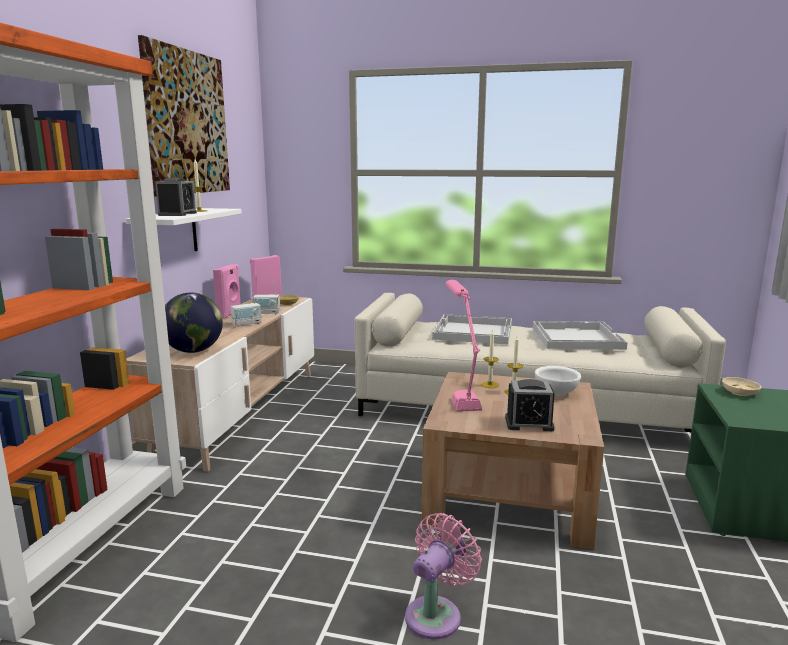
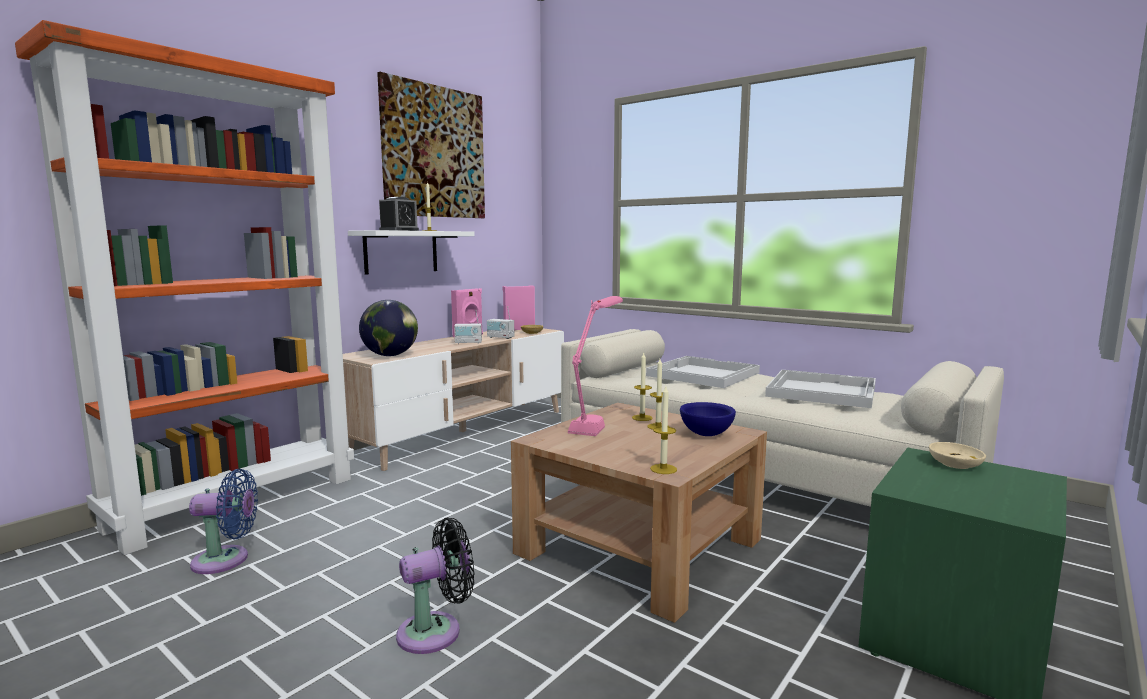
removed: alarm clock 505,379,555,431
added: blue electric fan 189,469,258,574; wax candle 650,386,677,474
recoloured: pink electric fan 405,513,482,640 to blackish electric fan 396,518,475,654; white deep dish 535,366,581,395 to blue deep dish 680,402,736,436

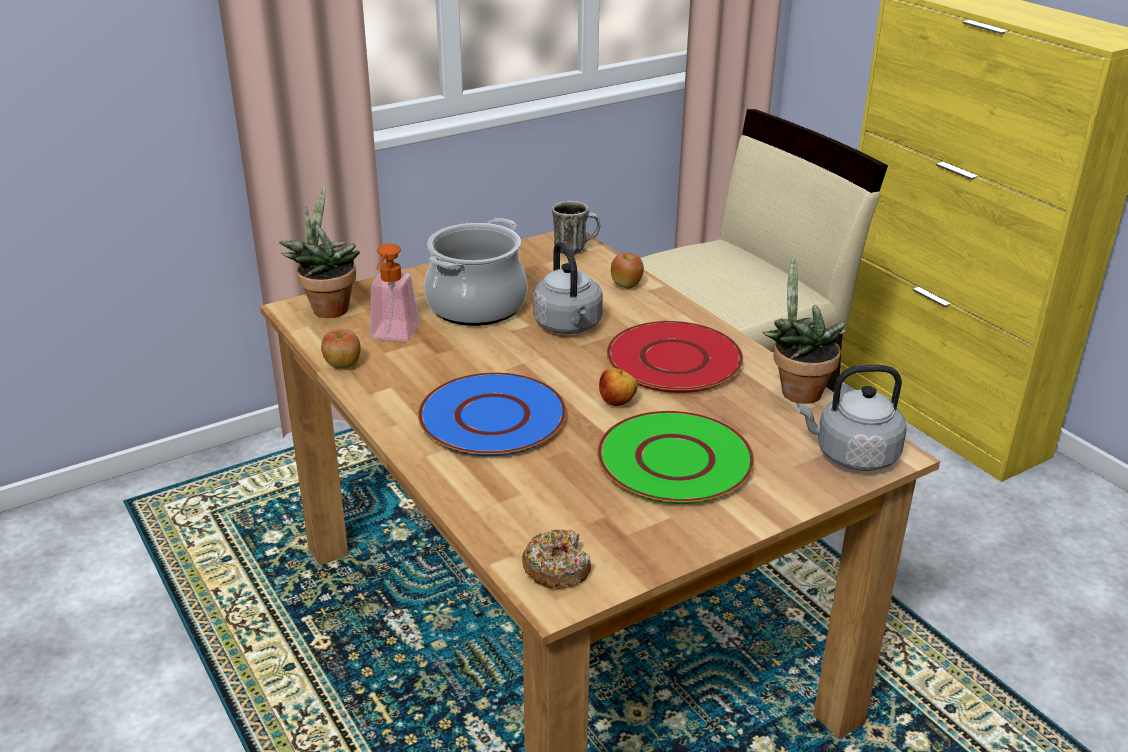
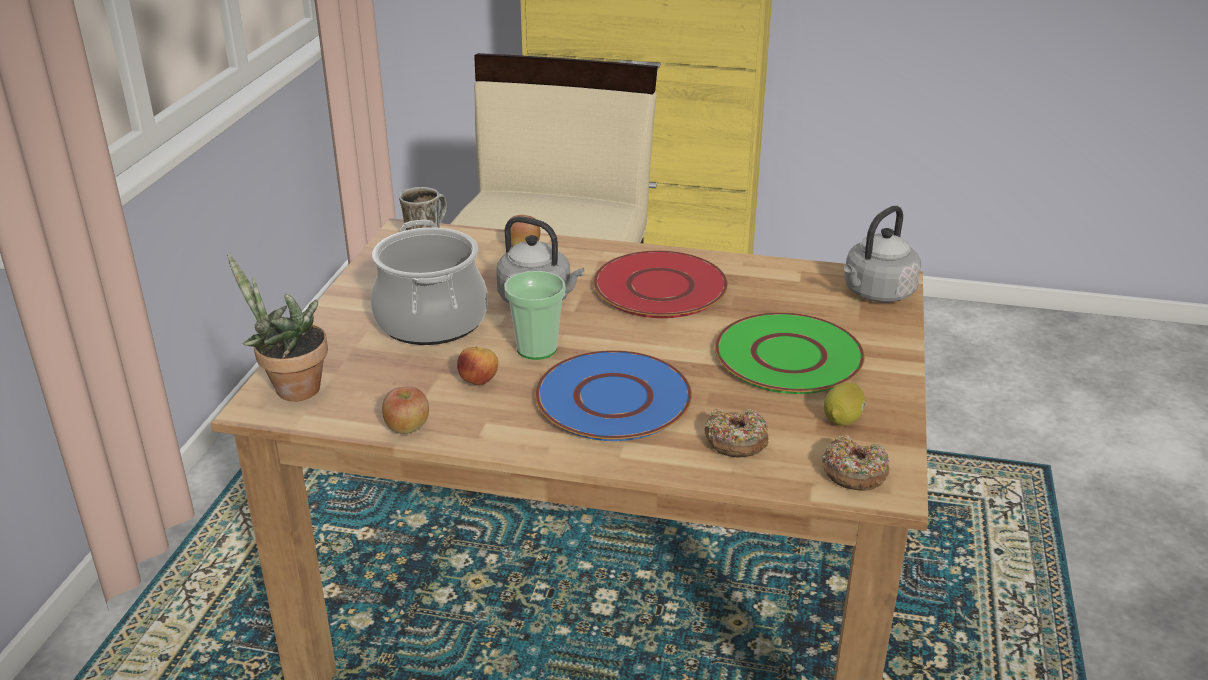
removed: liquid soap bottle 371,243,419,342; plant in a pot 762,255,846,404
added: cup 504,271,565,360; ring doughnut 705,408,769,457; citrus fruit 824,382,866,426
moved: apple 599,368,638,406 to 457,346,498,386

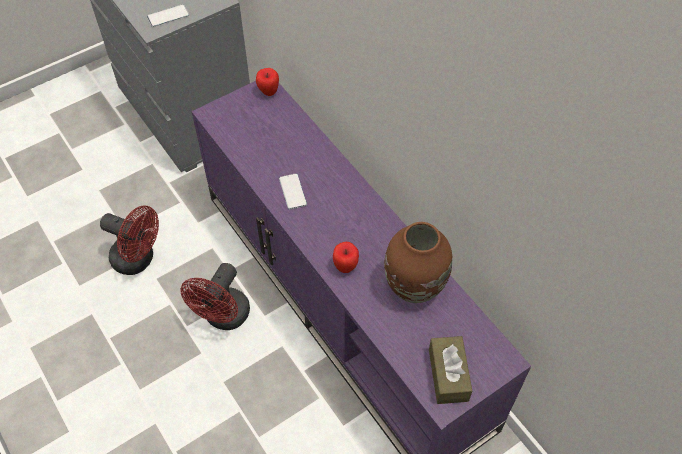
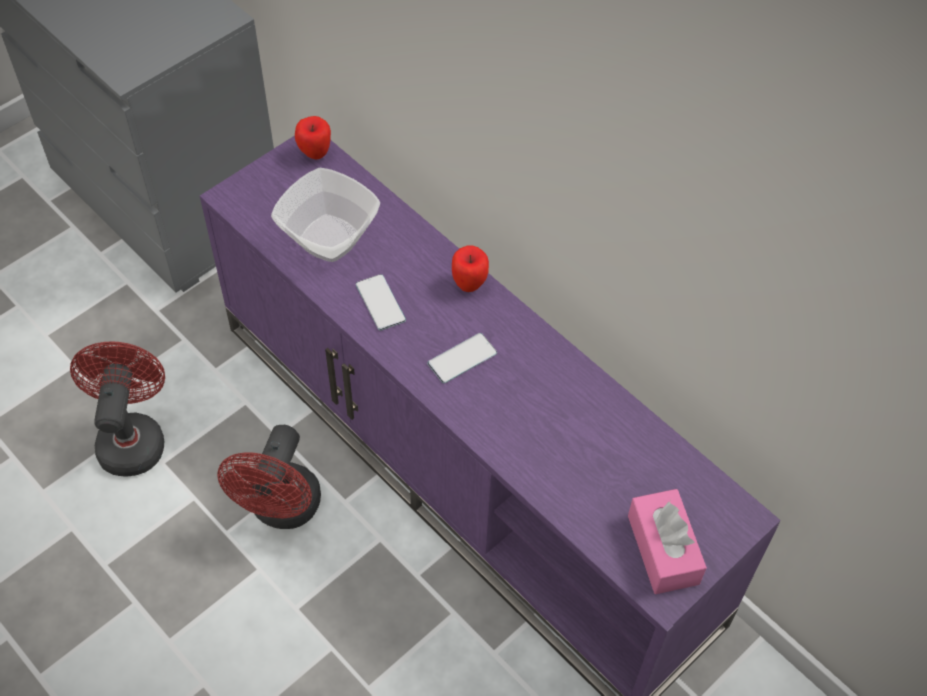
removed: brownish flower vase 384,222,452,303
added: deep dish 271,168,380,262
moved: phone 147,4,189,27 to 427,333,497,383; apple 333,242,359,273 to 452,245,489,292
recoloured: brownish box of tissues 429,336,472,404 to pink box of tissues 628,489,707,594
turned: red-coloured electric fan 100,206,159,275 = 70,341,165,477 105 degrees counterclockwise

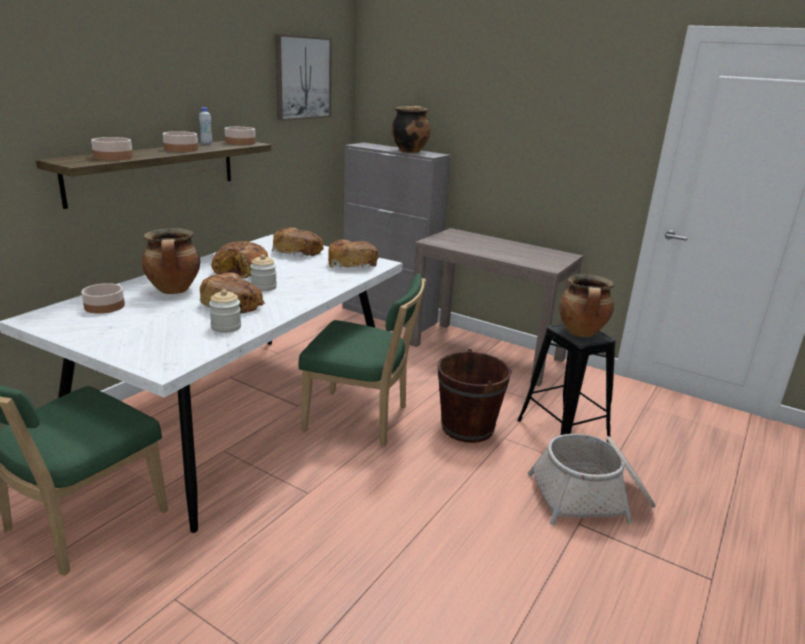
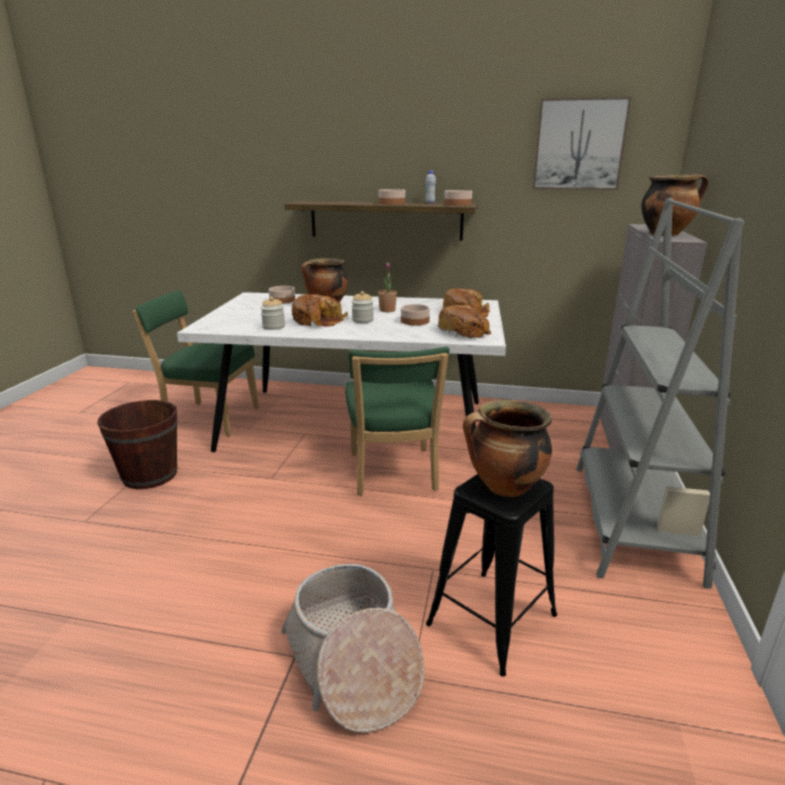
moved: brownish bucket 437,349,512,443 to 97,400,177,489; deep dish 91,137,133,160 to 401,304,430,325
replaced: bakery bread 211,241,268,279 to plant in a pot 378,263,397,312; brownish narrow table 410,228,583,386 to gray bookcase 576,198,744,589

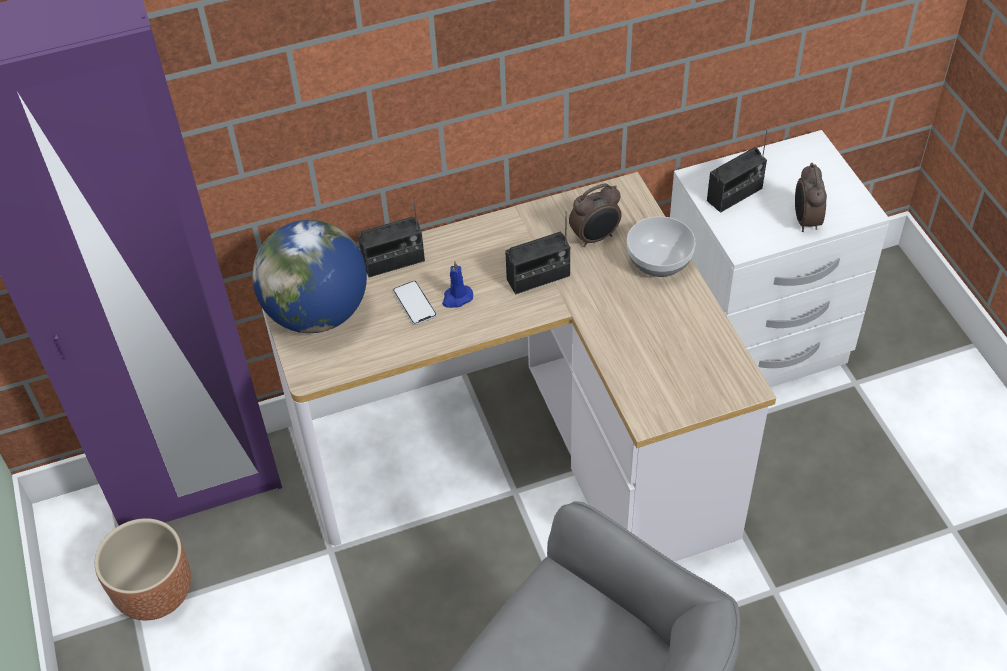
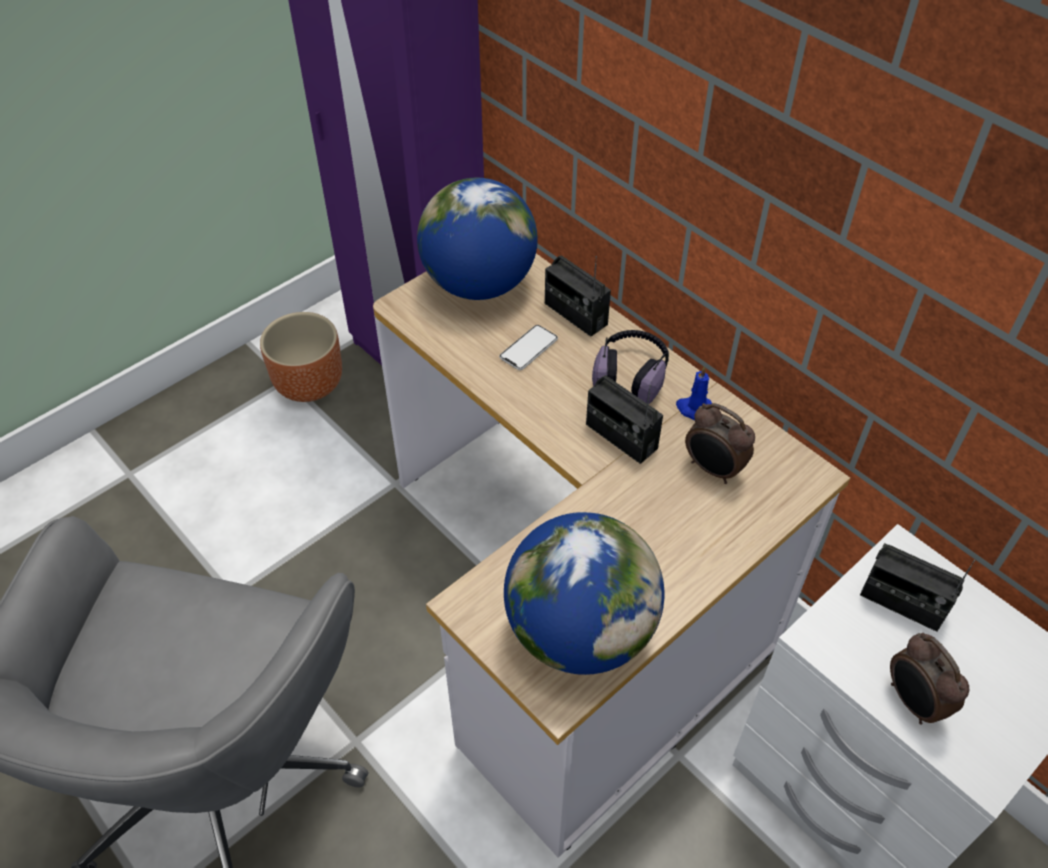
removed: deep dish 627,216,696,277
added: globe 504,512,664,675; headset 592,330,669,405
moved: blue wax candle 442,261,473,308 to 676,366,712,421
turned: alarm clock 795,163,827,232 = 890,633,969,725 90 degrees counterclockwise

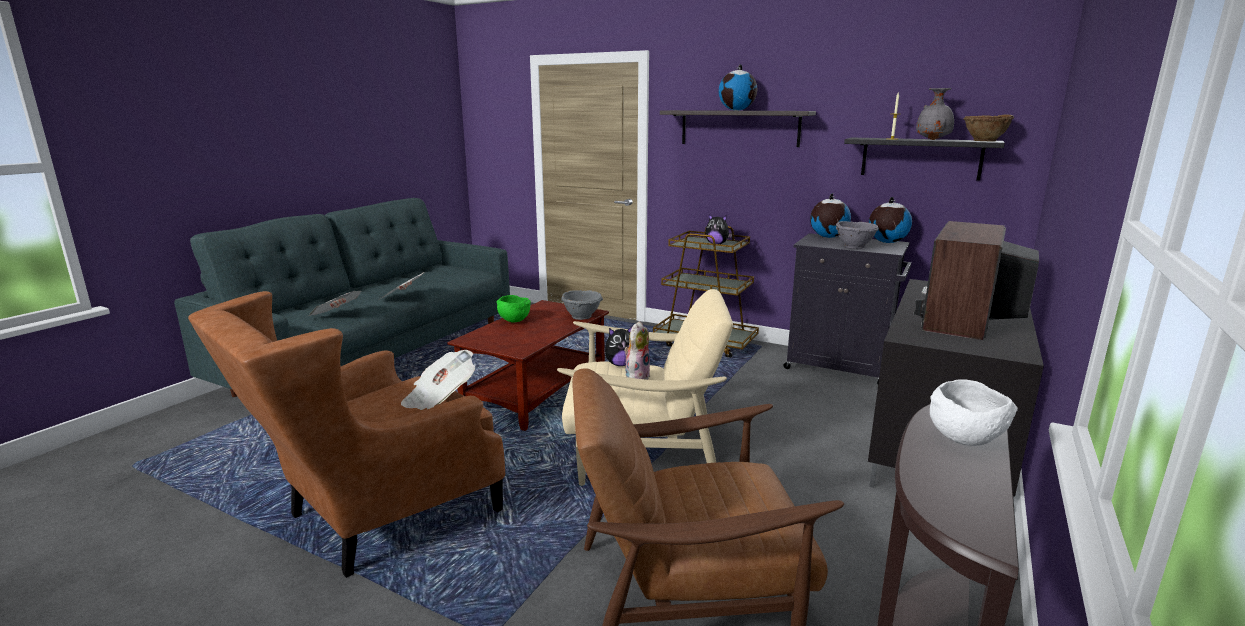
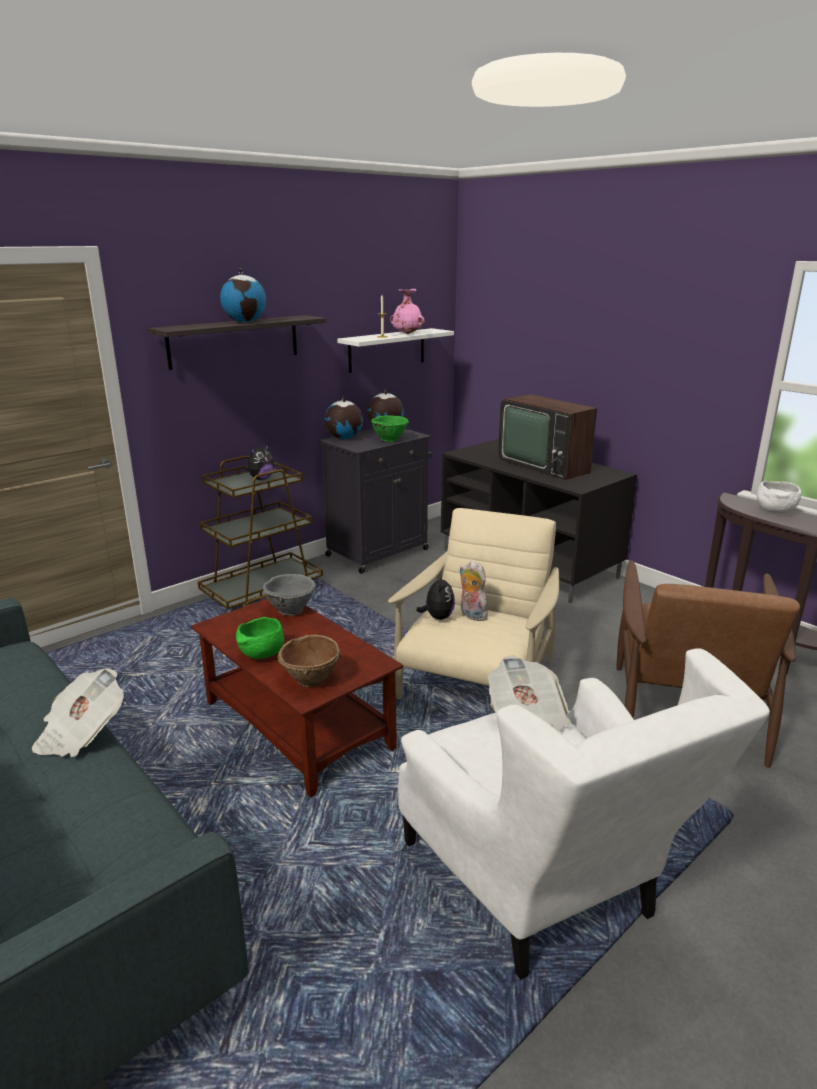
removed: newspaper 308,291,362,316
moved: brownish deep dish 964,115,1014,141 to 277,635,342,687
recoloured: blackish shelf 844,137,1005,181 to white shelf 337,328,454,373; gray deep dish 836,221,879,249 to green-coloured deep dish 371,416,409,442; gray flower vase 916,88,954,140 to pink flower vase 390,289,424,334; brownish armchair 188,291,505,578 to white armchair 398,648,770,980

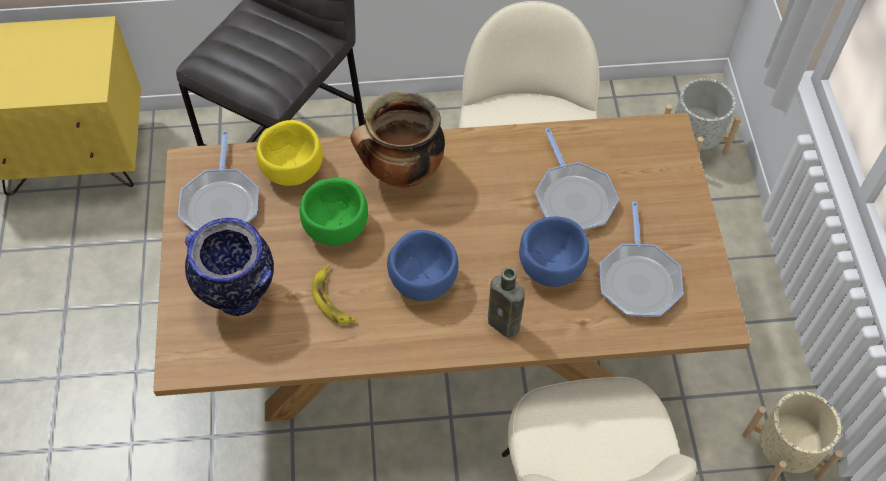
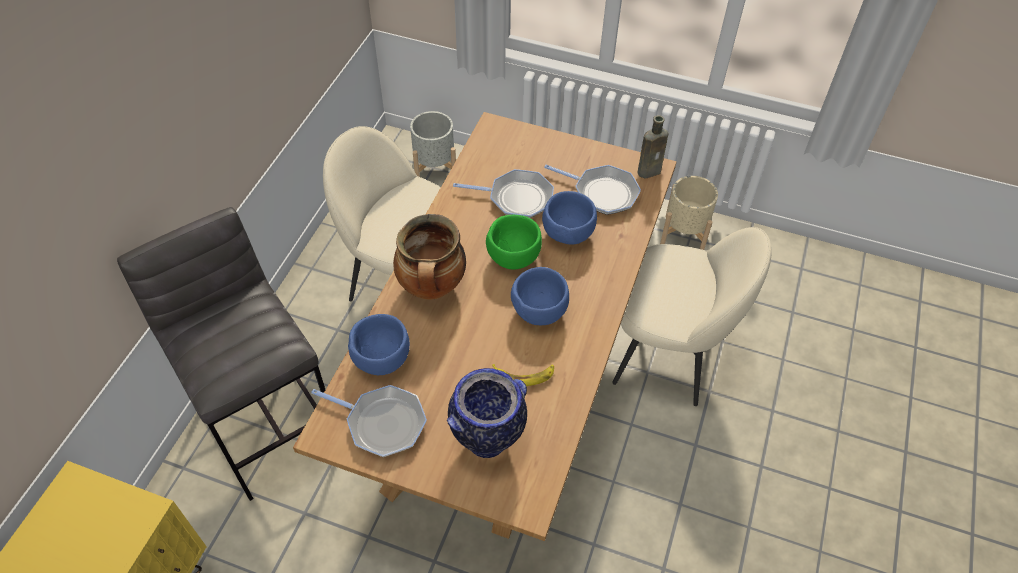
moved: green-coloured deep dish 300,178,368,246 to 486,215,542,269; brownish drink bottle 488,267,525,337 to 638,115,669,179
recoloured: yellow deep dish 256,120,323,186 to blue deep dish 348,314,410,375

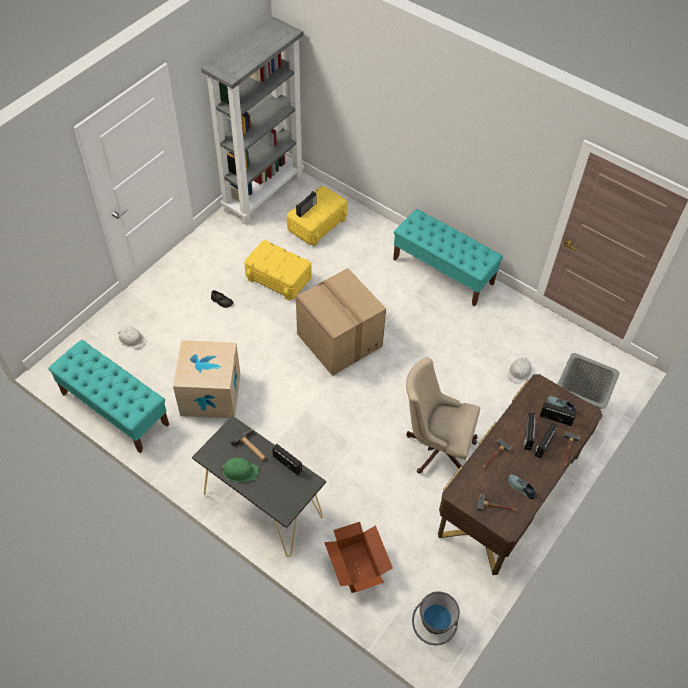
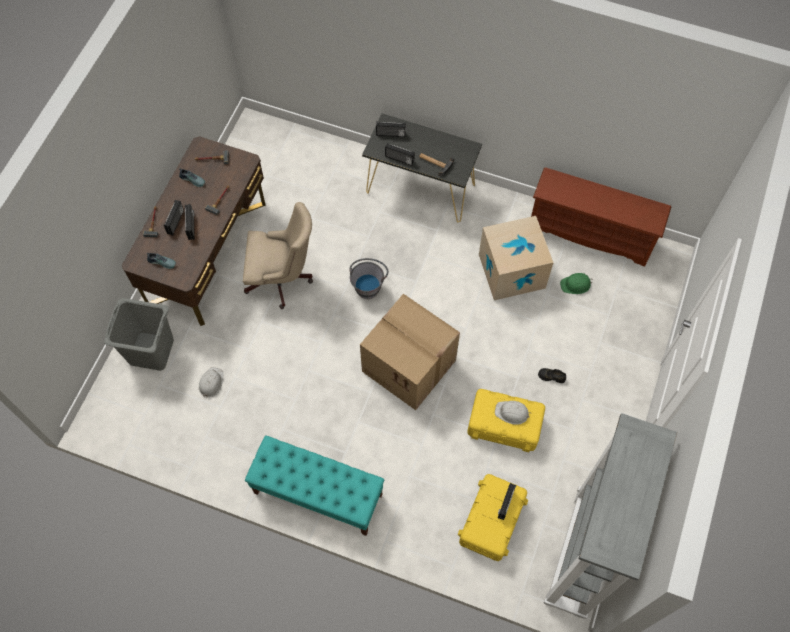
removed: carton 324,522,393,593
moved: gray bucket 412,591,460,645 to 349,258,388,299; radio receiver 540,402,577,426 to 376,121,405,137; white hard hat 118,327,147,349 to 495,401,532,425; green-coloured hard hat 220,457,259,482 to 560,273,593,294
replaced: turquoise indoor bench 48,340,169,453 to brownish shoe stand 531,167,671,267

